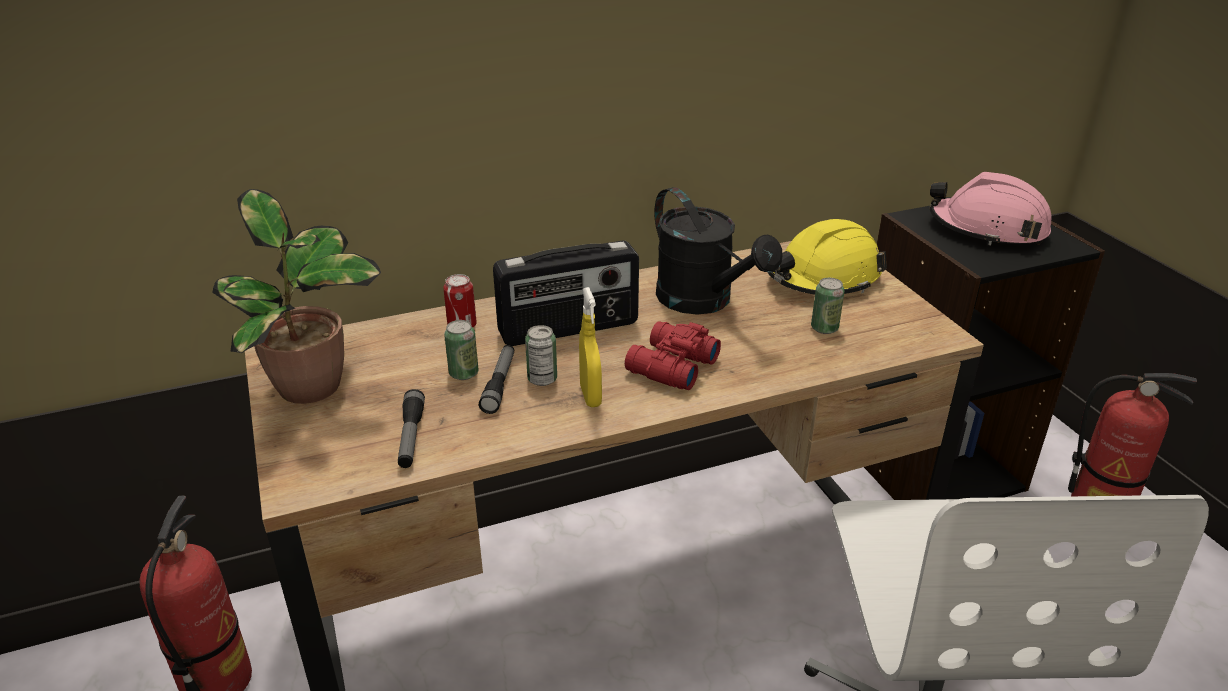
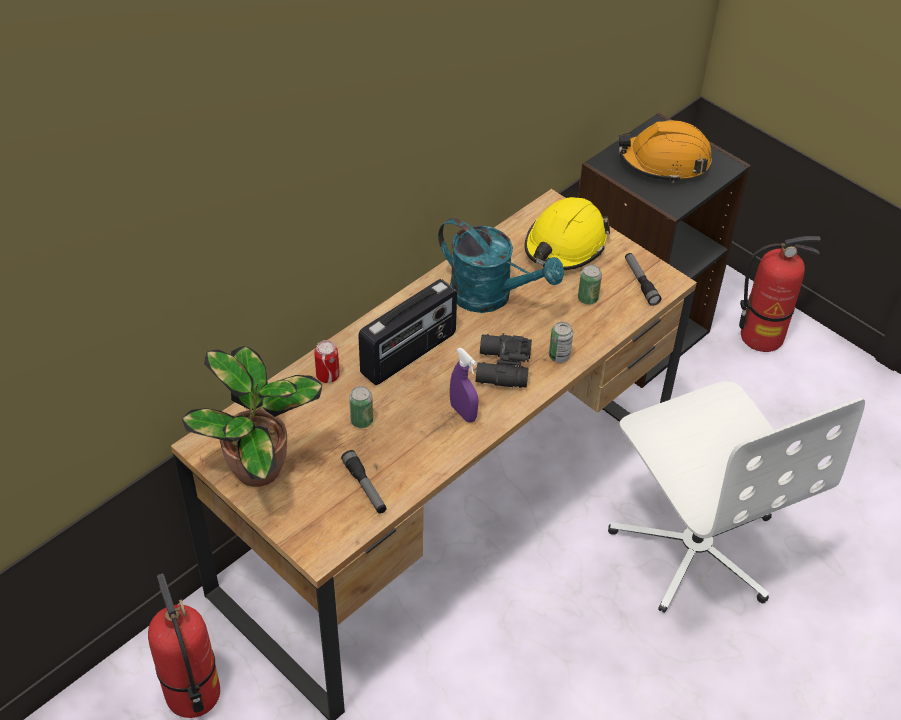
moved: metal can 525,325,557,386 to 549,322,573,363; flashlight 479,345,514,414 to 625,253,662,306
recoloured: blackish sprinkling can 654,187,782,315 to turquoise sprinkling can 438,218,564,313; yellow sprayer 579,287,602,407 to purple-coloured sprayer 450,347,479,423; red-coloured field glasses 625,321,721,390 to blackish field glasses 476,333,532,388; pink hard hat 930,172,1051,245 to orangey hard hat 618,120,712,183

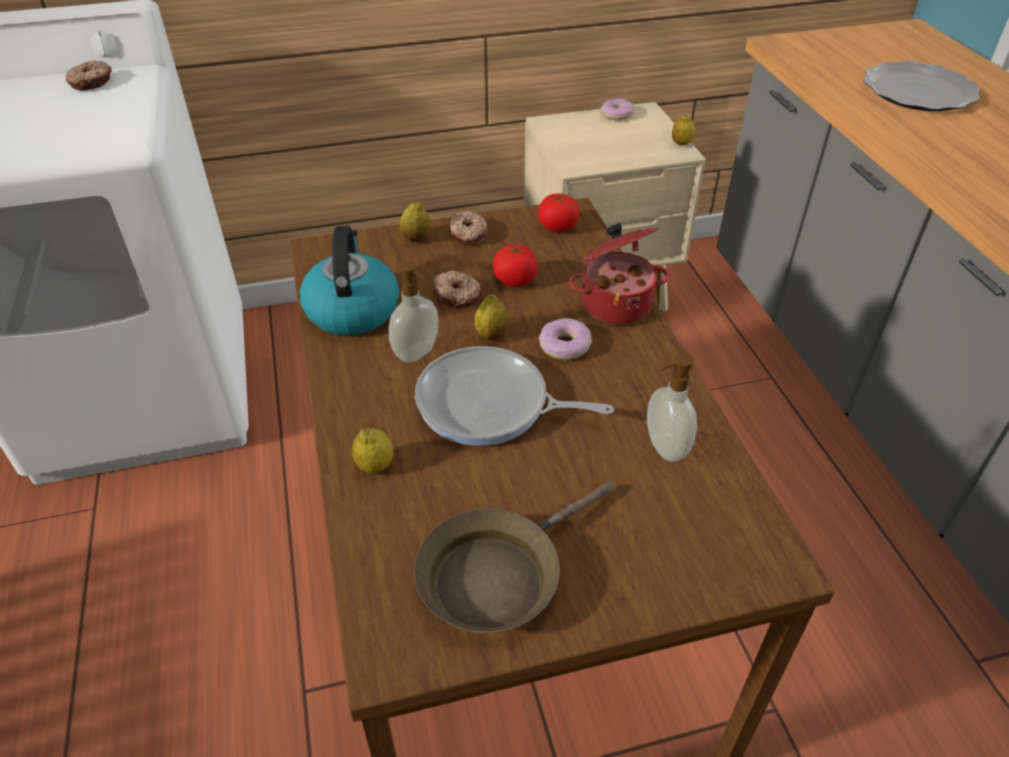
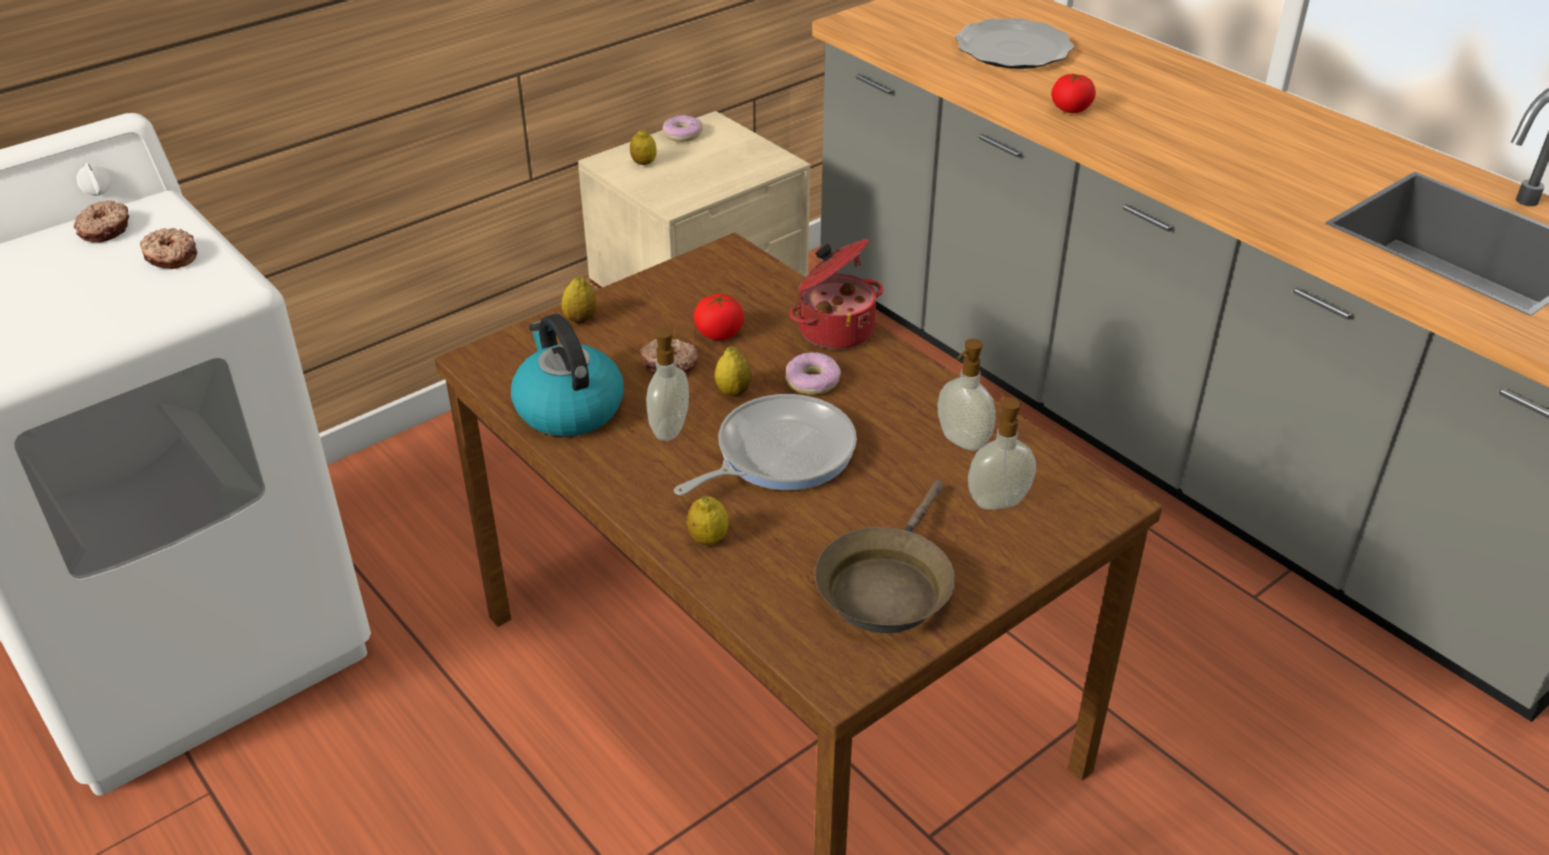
added: liquid soap bottle 968,393,1036,510
moved: ring doughnut 449,211,488,246 to 140,228,197,269; citrus fruit 672,115,695,145 to 630,130,656,165; whole tomato 538,193,580,232 to 1051,73,1096,113
turned: pan 415,346,614,446 = 674,394,857,495 150 degrees clockwise

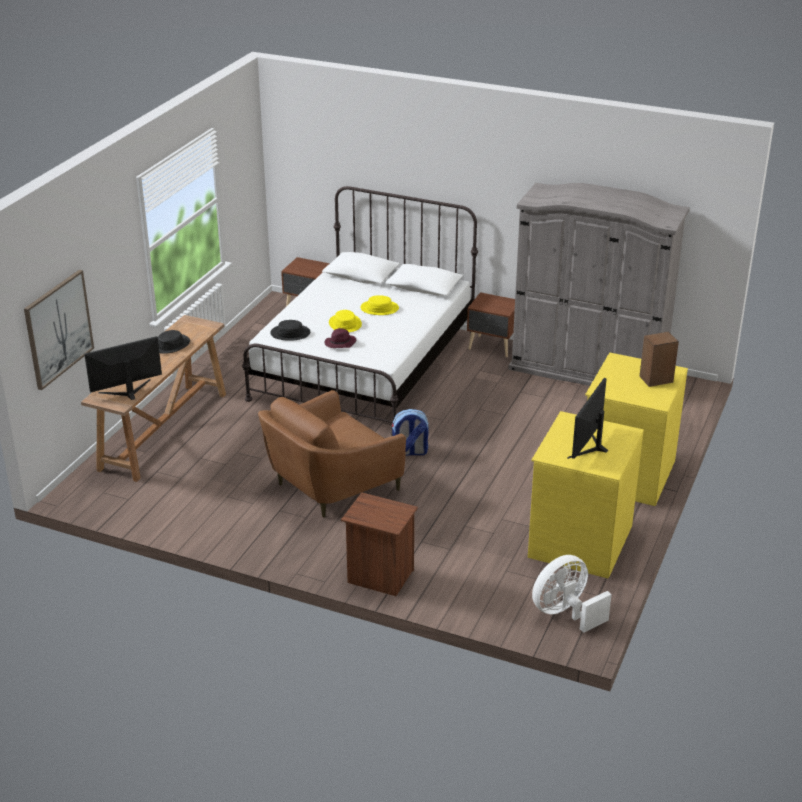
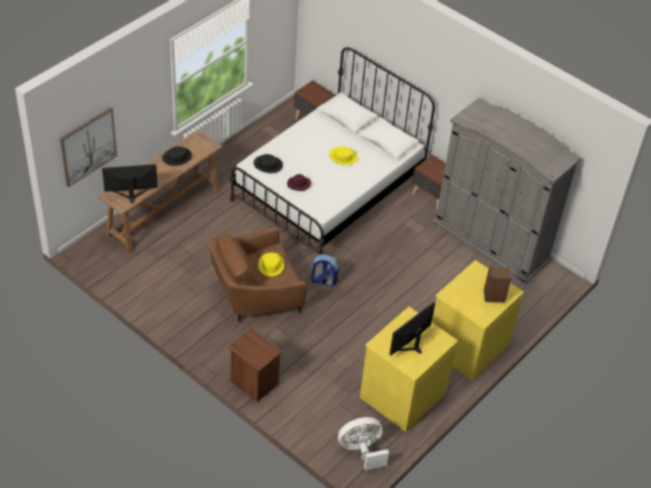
moved: yellow hat 329,310,362,332 to 258,253,285,276

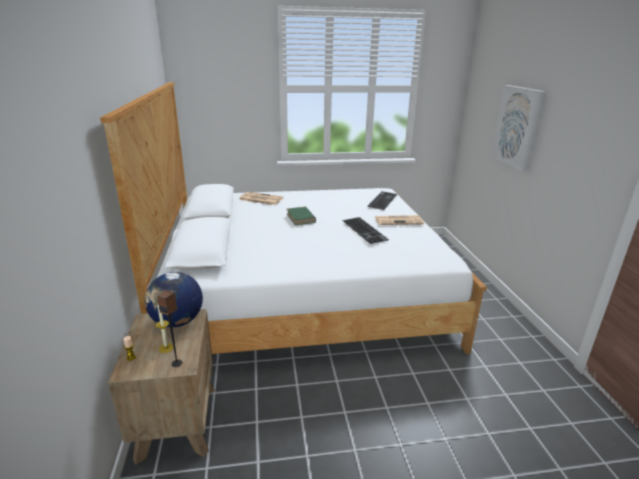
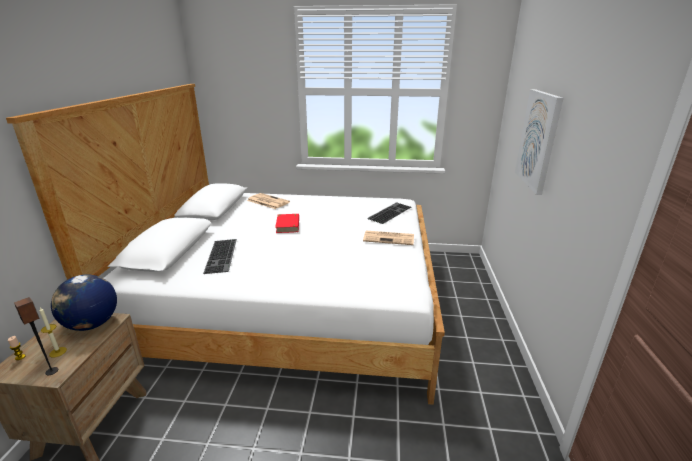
moved: PC keyboard 342,217,389,244 to 203,239,237,274
recoloured: green-coloured bound book 287,207,316,225 to red-coloured bound book 275,214,299,233

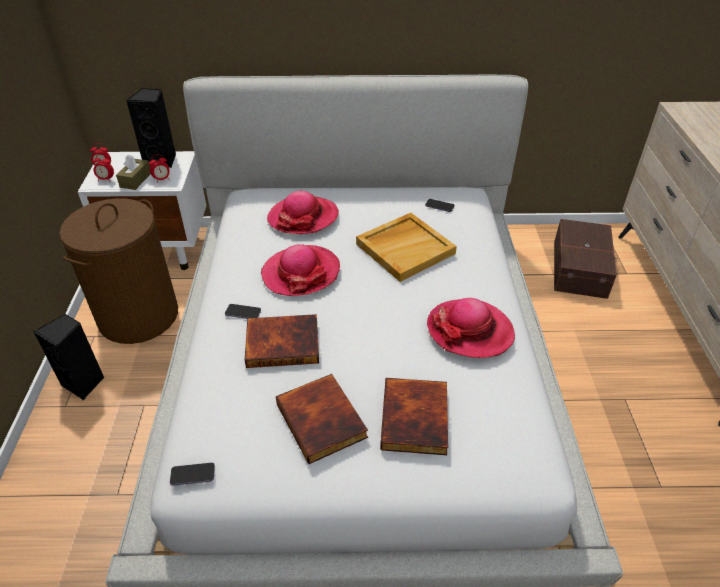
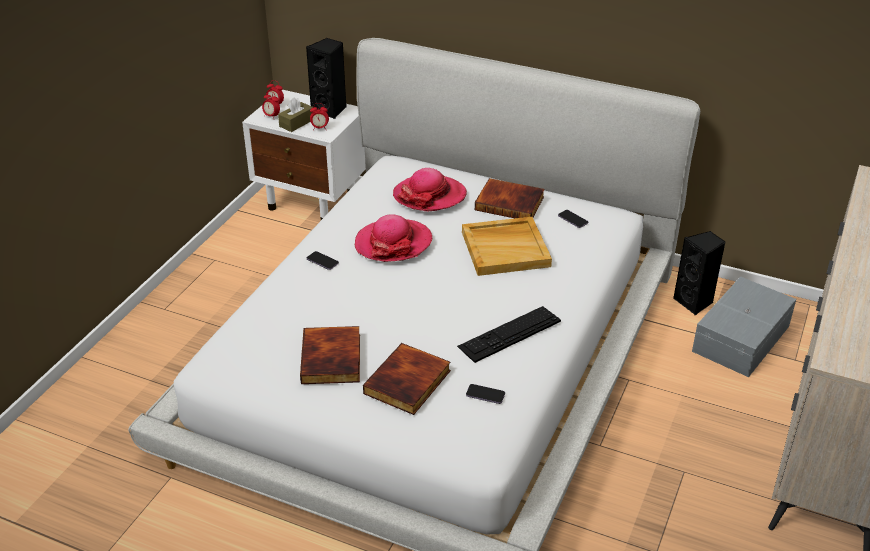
removed: brownish laundry basket 59,198,178,344
moved: phone 170,463,215,486 to 466,384,505,404; bound book 245,314,319,368 to 475,178,545,218; blackish loudspeaker 33,314,105,400 to 673,231,726,315
replaced: hat 427,298,515,358 to PC keyboard 457,306,561,363
recoloured: brownish storage bin 554,219,617,299 to gray storage bin 692,276,796,377

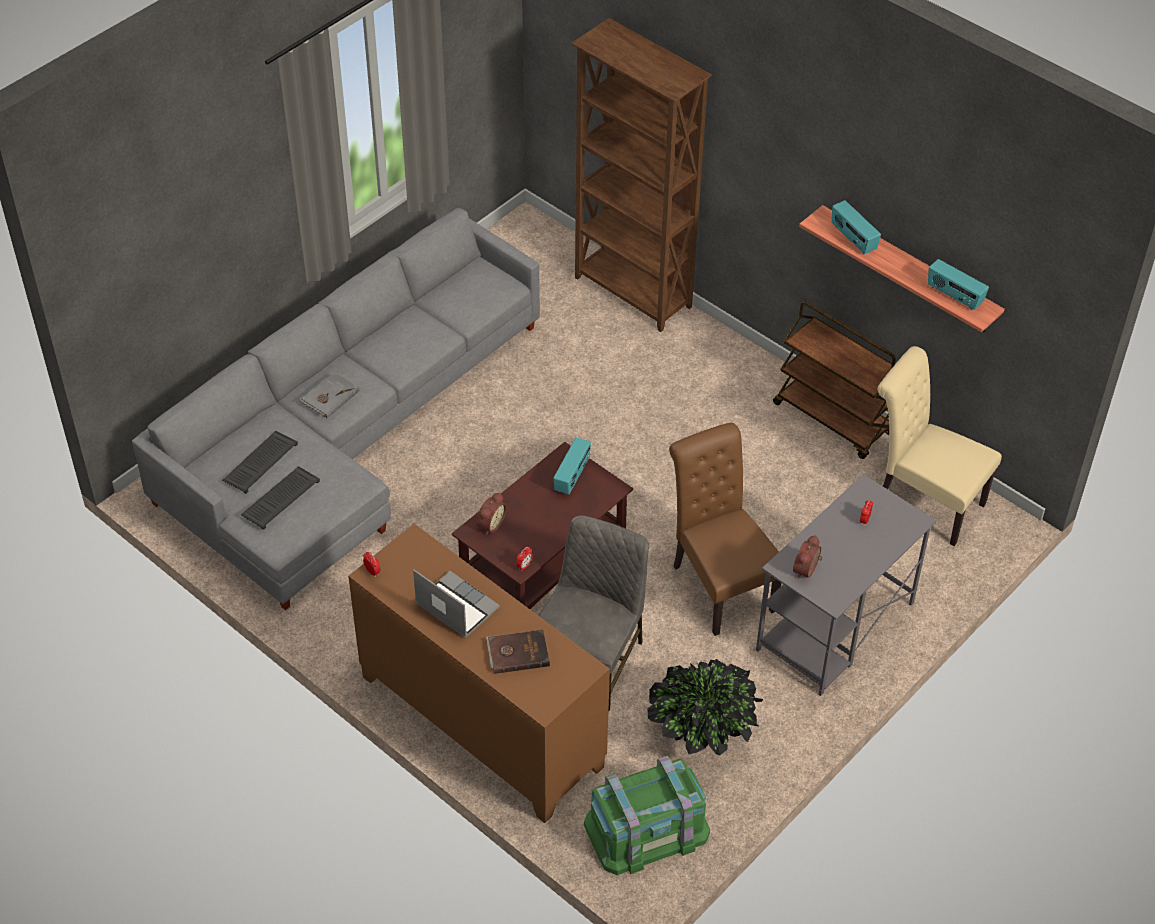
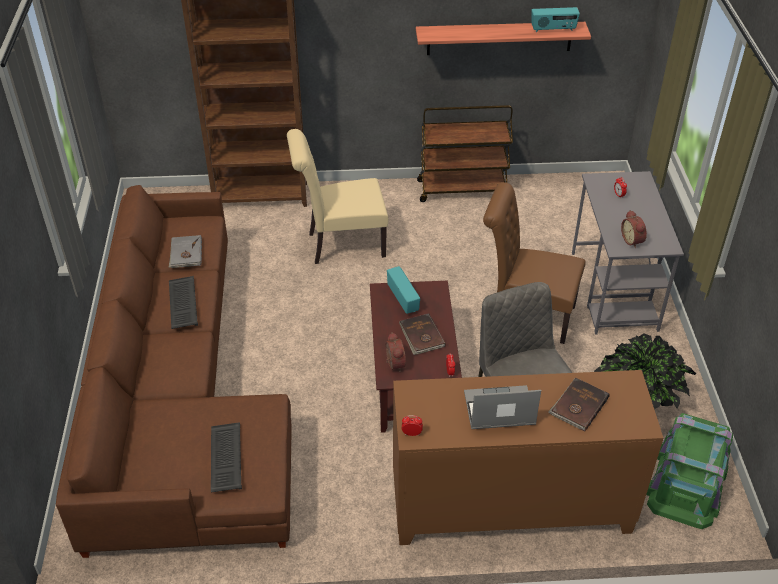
removed: radio receiver 832,200,881,255
added: brownish bound book 399,313,446,355
moved: gray bound book 299,372,359,418 to 169,235,202,268; PC keyboard 222,431,298,493 to 169,276,198,329; sand-coloured upright chair 878,346,1002,546 to 287,129,389,264
recoloured: gray settee 132,208,540,610 to brownish settee 56,185,291,558

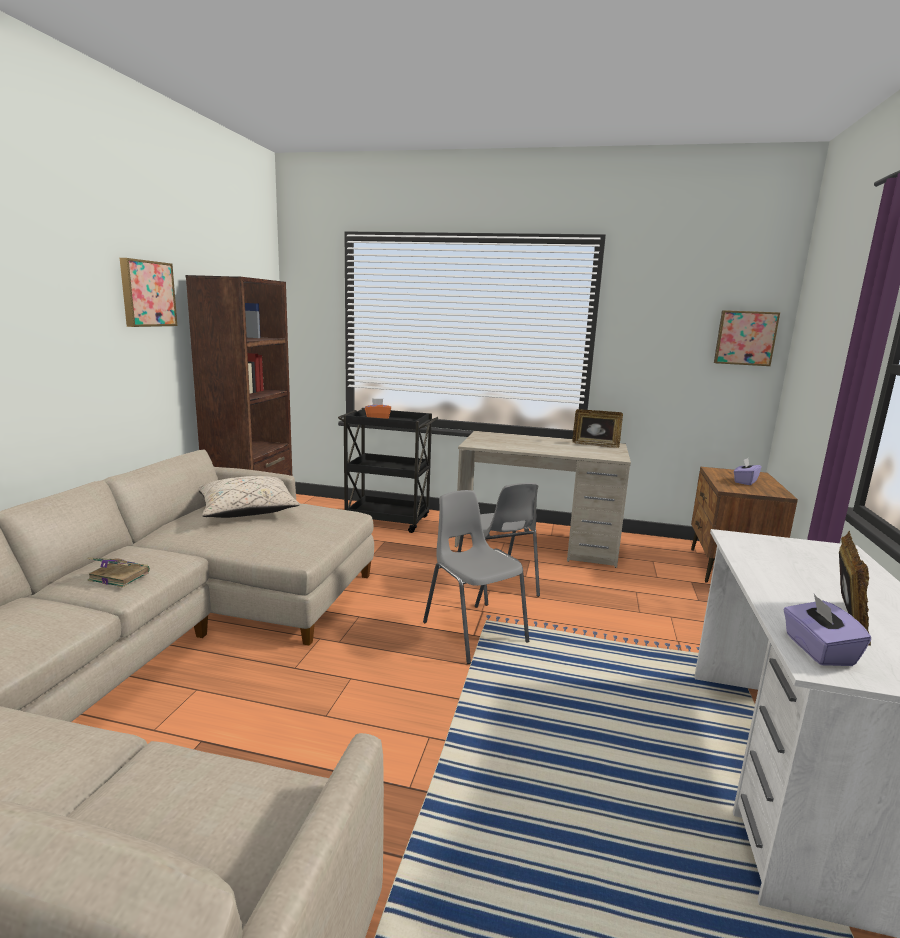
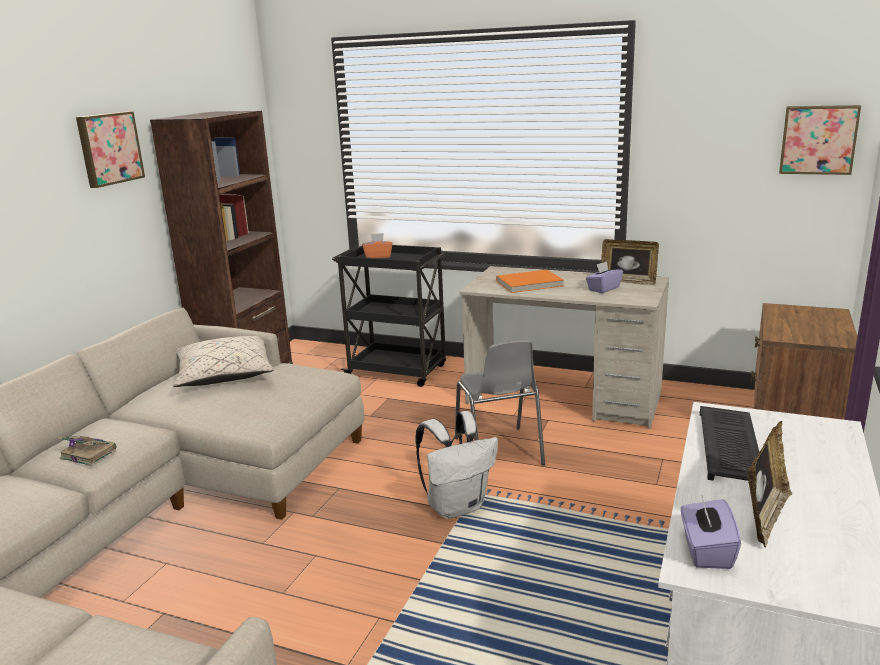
added: orangey bound book 496,270,563,293; PC keyboard 700,406,759,481
moved: purple-coloured box of tissues 734,458,761,485 to 586,261,623,293
replaced: gray upright chair 423,490,529,664 to white rucksack 415,411,498,519

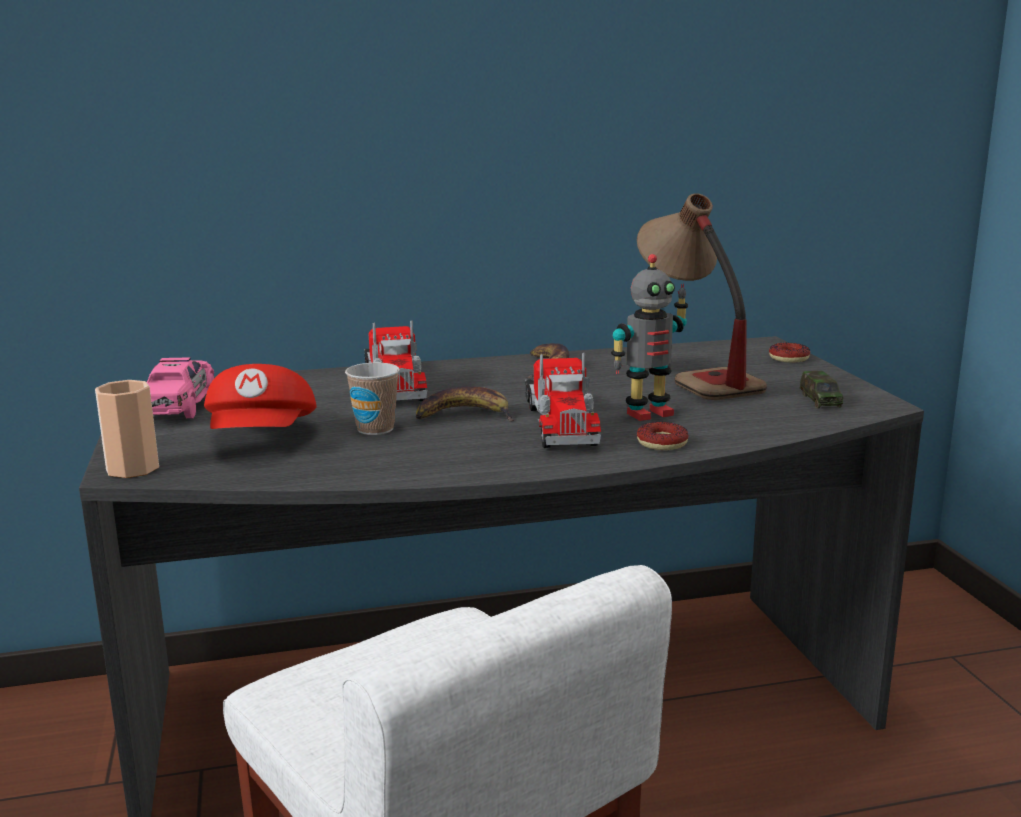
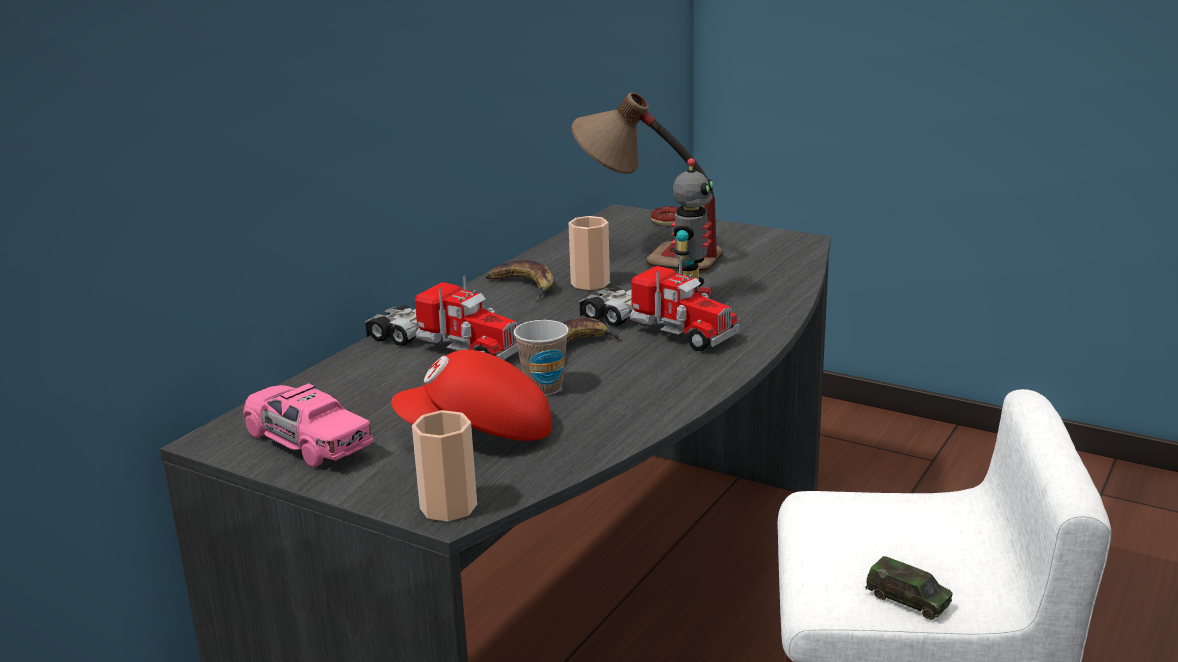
removed: ring doughnut 637,422,689,450
added: cup 569,216,610,290
moved: model car 799,371,843,409 to 865,556,952,620
turned: red-coloured peaked cap 204,364,317,429 = 391,350,552,441 135 degrees clockwise

